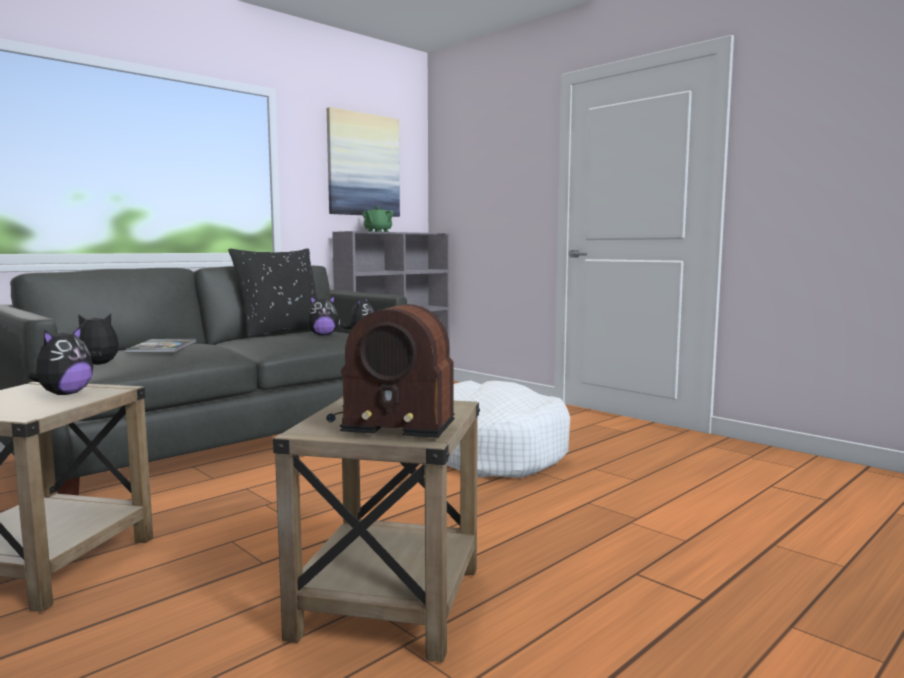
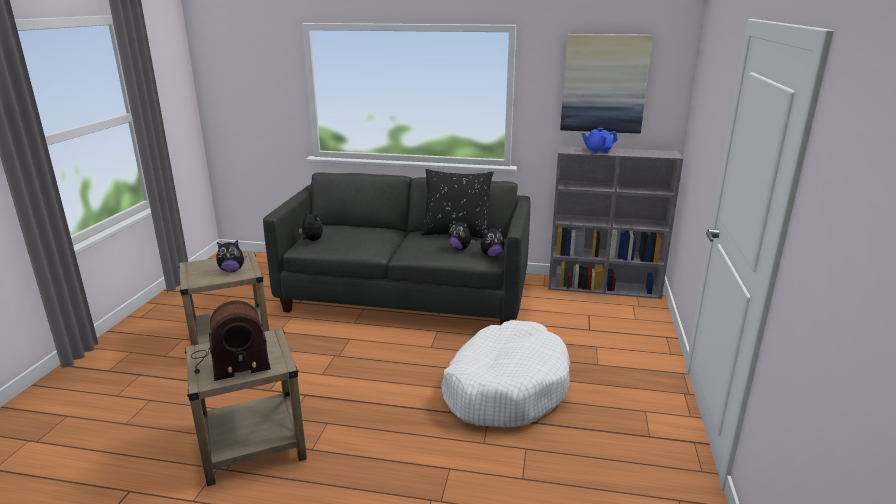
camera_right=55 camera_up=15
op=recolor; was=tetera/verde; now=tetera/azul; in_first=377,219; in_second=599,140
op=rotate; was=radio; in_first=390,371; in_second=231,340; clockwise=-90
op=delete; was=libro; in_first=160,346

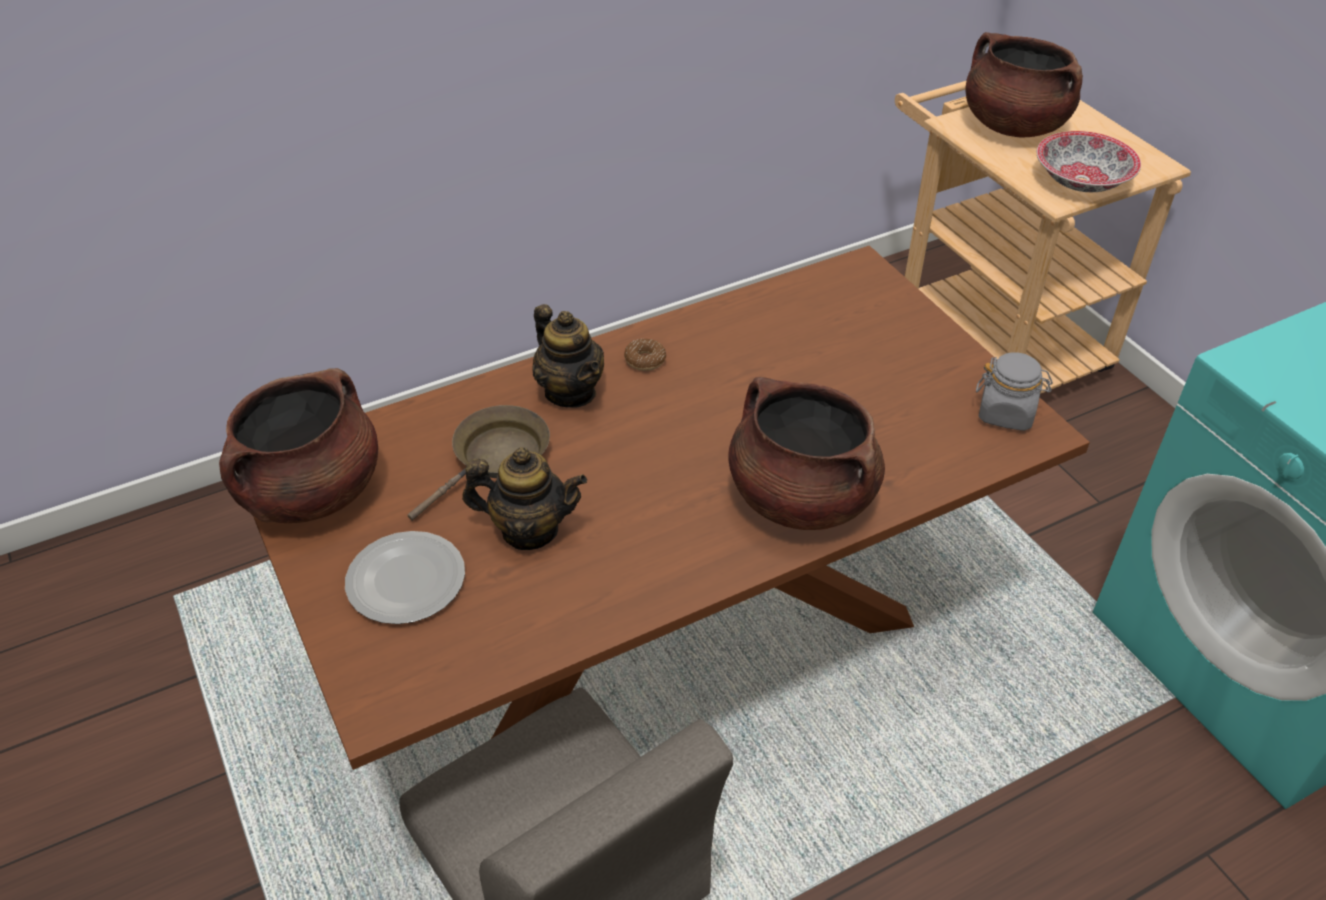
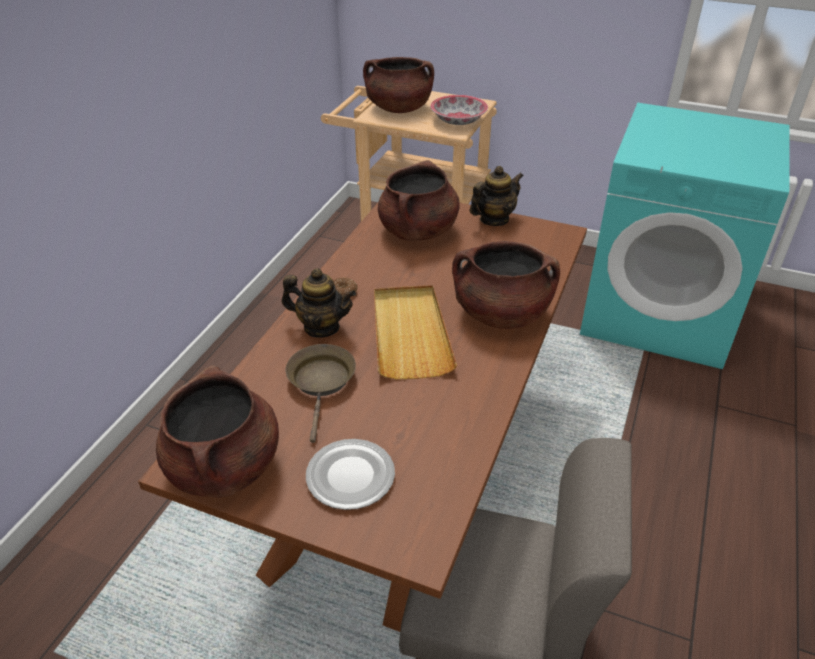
camera_right=-40 camera_up=-5
op=delete; was=tarro/gris; in_first=1014,391
op=move; was=tetera; in_first=524,498; in_second=497,196
op=insert; now=olla/marrón; in_second=419,200
op=insert; now=bandeja/beis; in_second=415,332

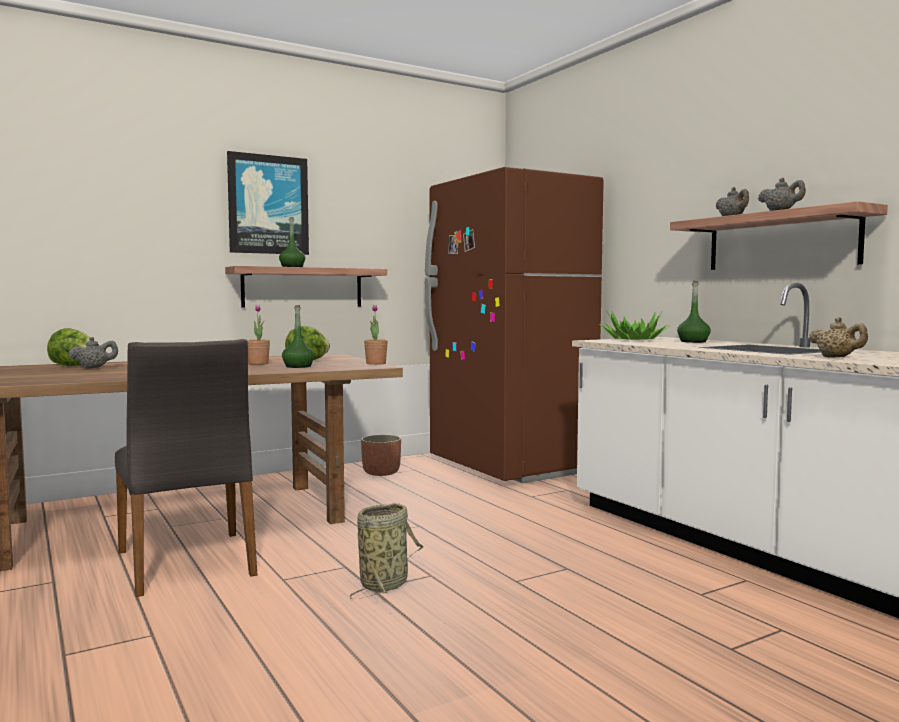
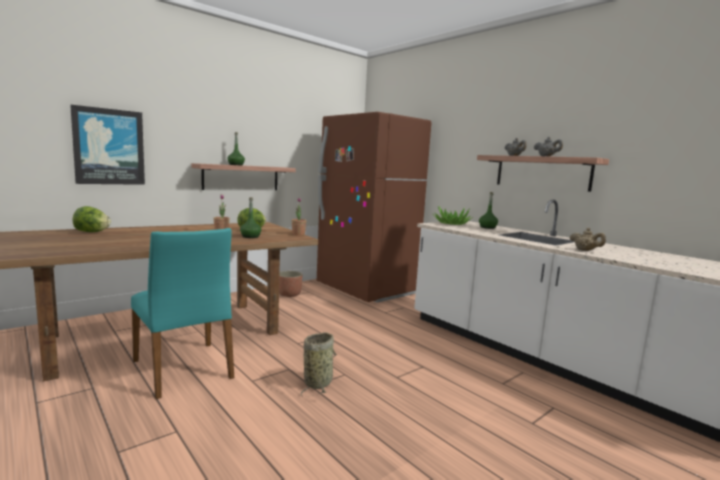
camera_right=-10 camera_up=5
op=move; was=cuadro; in_first=268,203; in_second=107,145
op=delete; was=tetera/gris; in_first=93,353
op=recolor; was=silla/gris; now=silla/turquesa; in_first=186,468; in_second=182,313

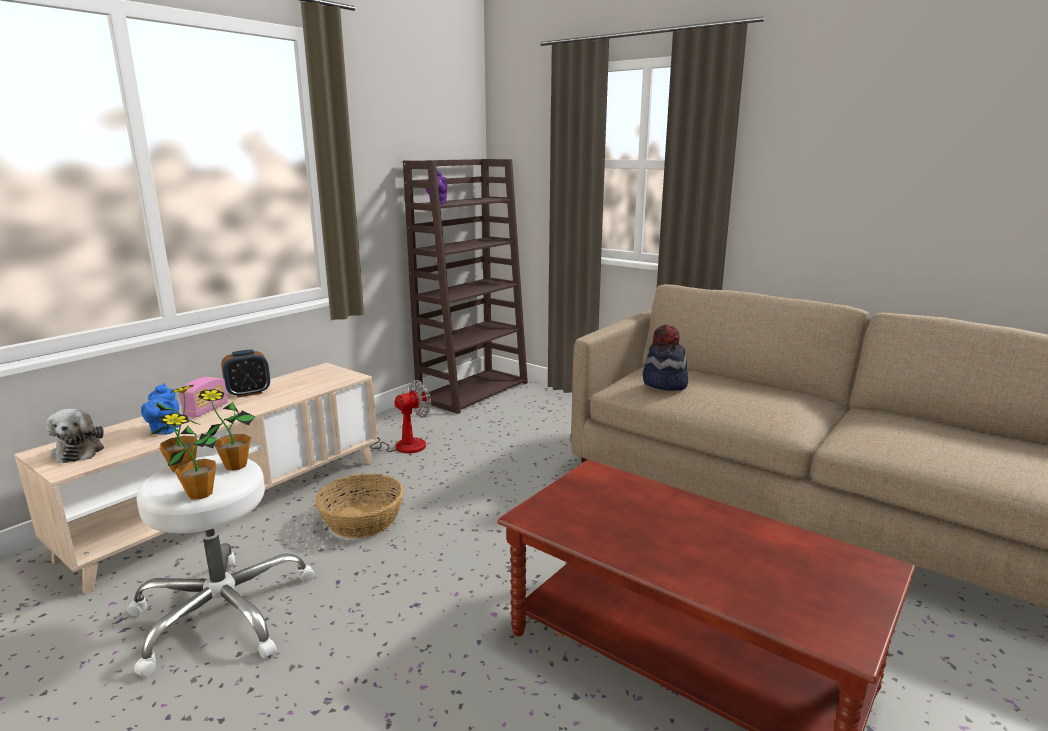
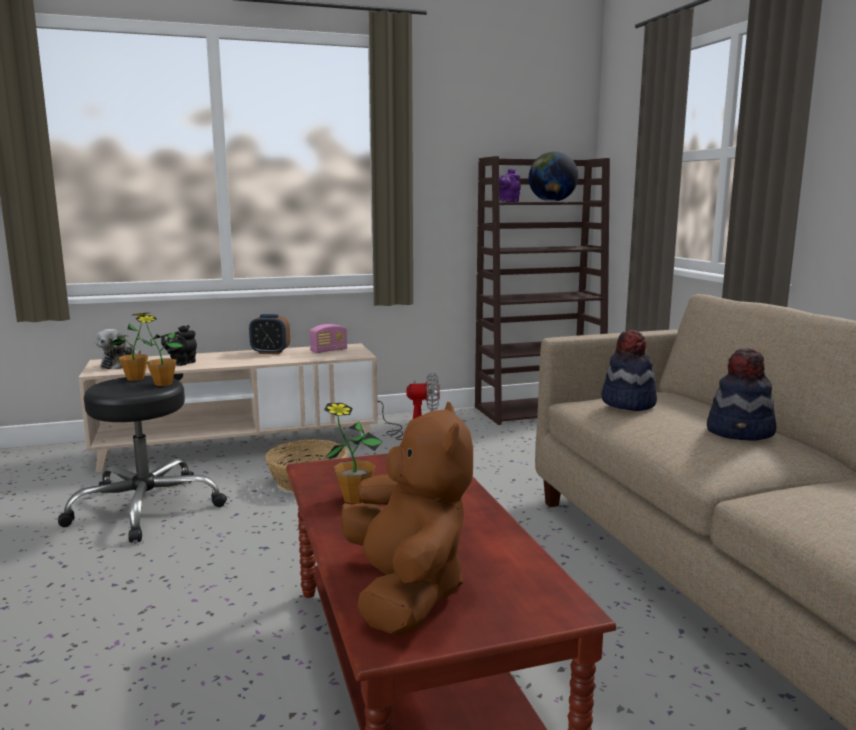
camera_right=35 camera_up=-5
op=move; was=radio; in_first=203,397; in_second=328,338
op=recolor; was=tetera/azul; now=tetera/negro; in_first=160,409; in_second=179,345
op=move; was=planta en maceta; in_first=188,456; in_second=353,453
op=recolor; was=taburete/blanco; now=taburete/negro; in_first=221,566; in_second=142,459
op=insert; now=globo terráqueo; in_second=553,177
op=insert; now=sombrero; in_second=741,394
op=insert; now=peluche/marrón; in_second=407,518

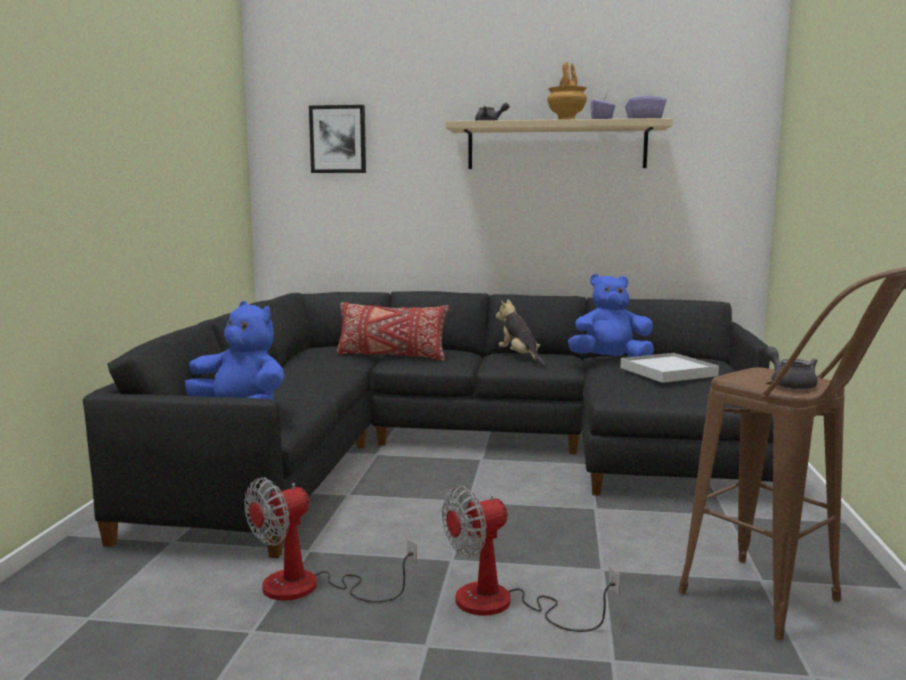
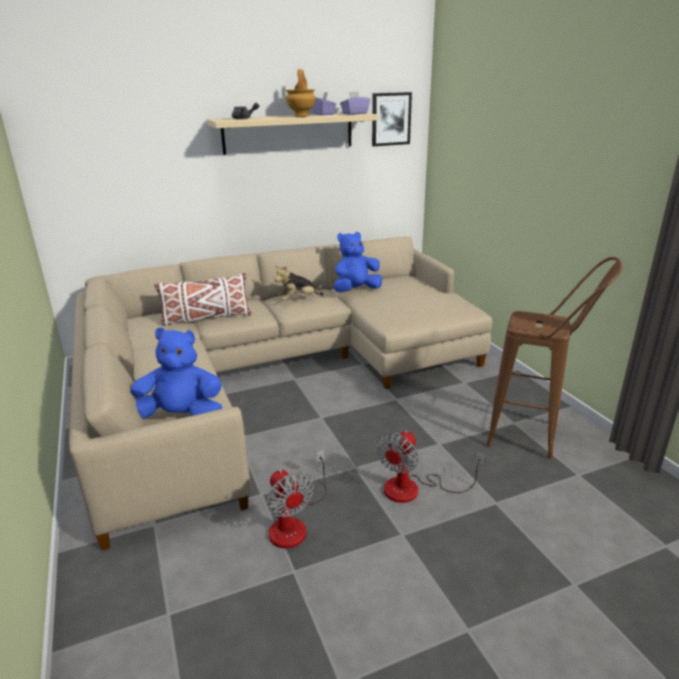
camera_right=-30 camera_up=15
op=move; was=cuadro; in_first=337,139; in_second=392,119
op=recolor; was=sofá/negro; now=sofá/beis; in_first=428,424; in_second=281,394
op=rotate; was=peluche; in_first=520,332; in_second=299,283; clockwise=-60
op=recolor; was=cojín/rojo; now=cojín/blanco; in_first=392,331; in_second=203,299
op=delete; was=tetera/gris; in_first=791,368
op=delete; was=bandeja/blanco; in_first=670,368
op=rotate; was=ventilador; in_first=330,540; in_second=297,499; clockwise=-45

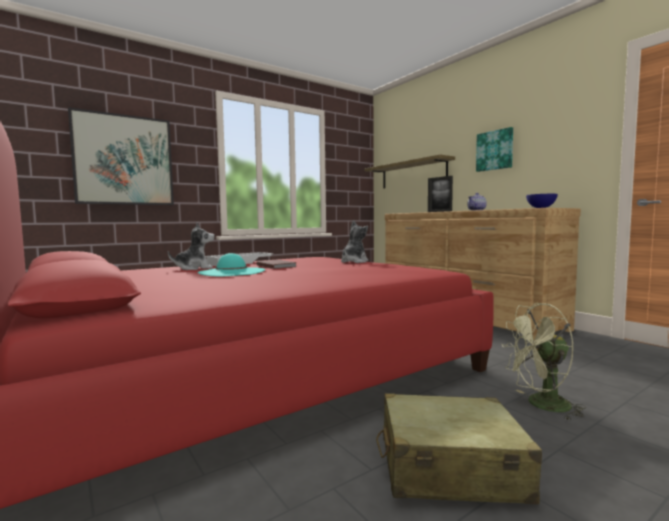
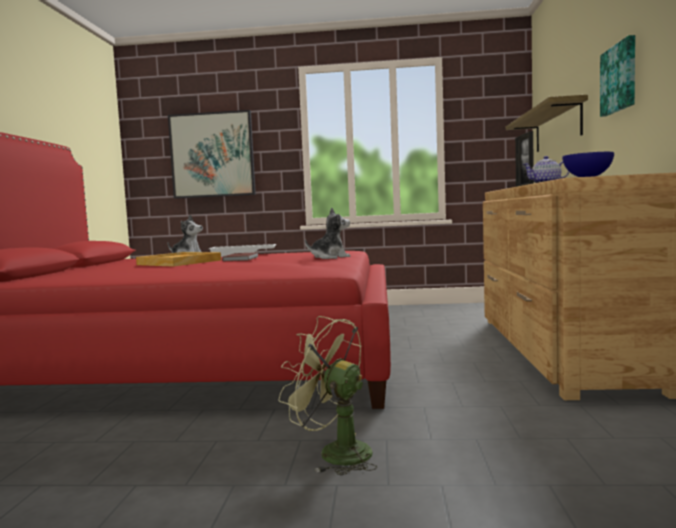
camera_right=40 camera_up=0
op=replace; was=sombrero/turquesa; now=bandeja/beis; in_first=231,264; in_second=178,259
op=delete; was=maleta/beis; in_first=459,448

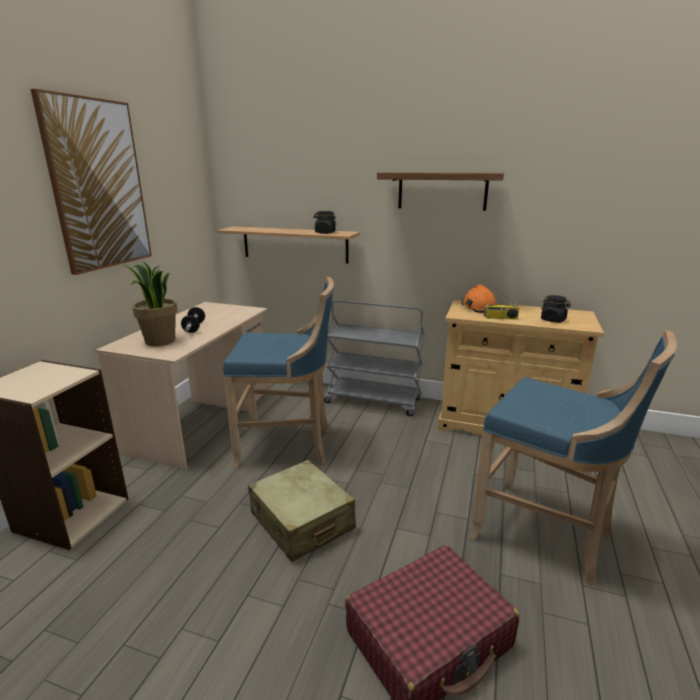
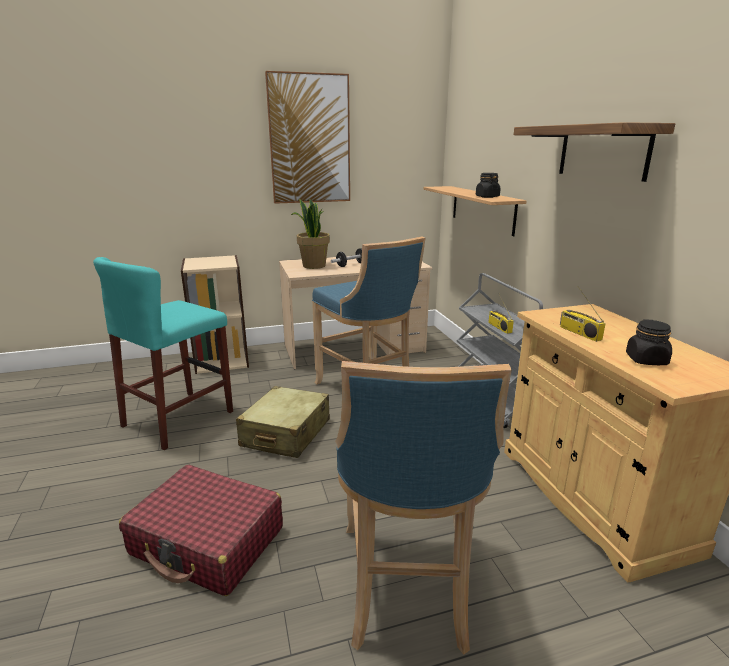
camera_right=55 camera_up=0
op=delete; was=casco/naranja; in_first=479,298
op=insert; now=taburete/turquesa; in_second=163,353
op=insert; now=radio; in_second=501,318

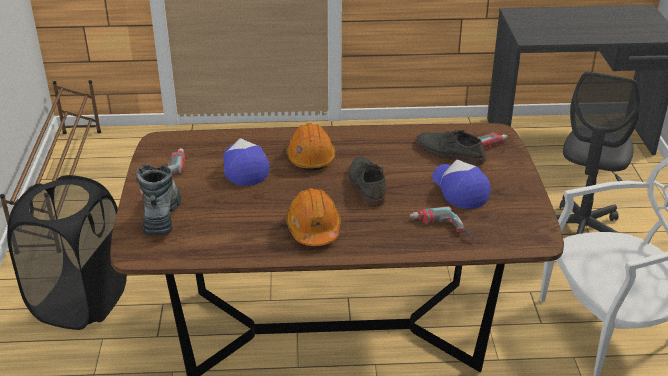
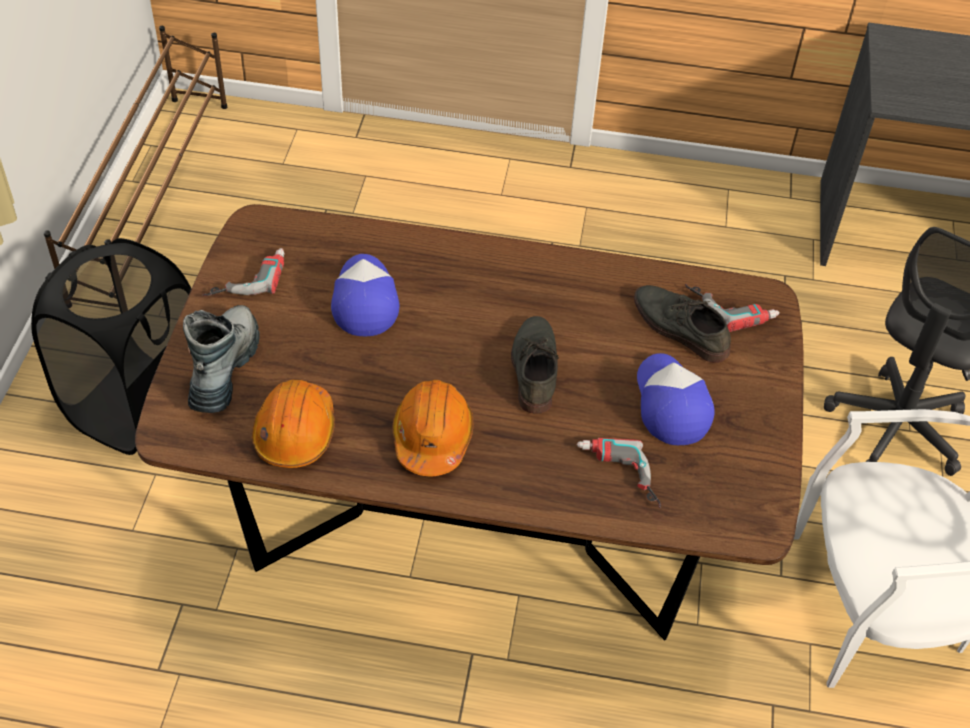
camera_right=10 camera_up=15
op=move; was=casco/naranja; in_first=311,147; in_second=293,423

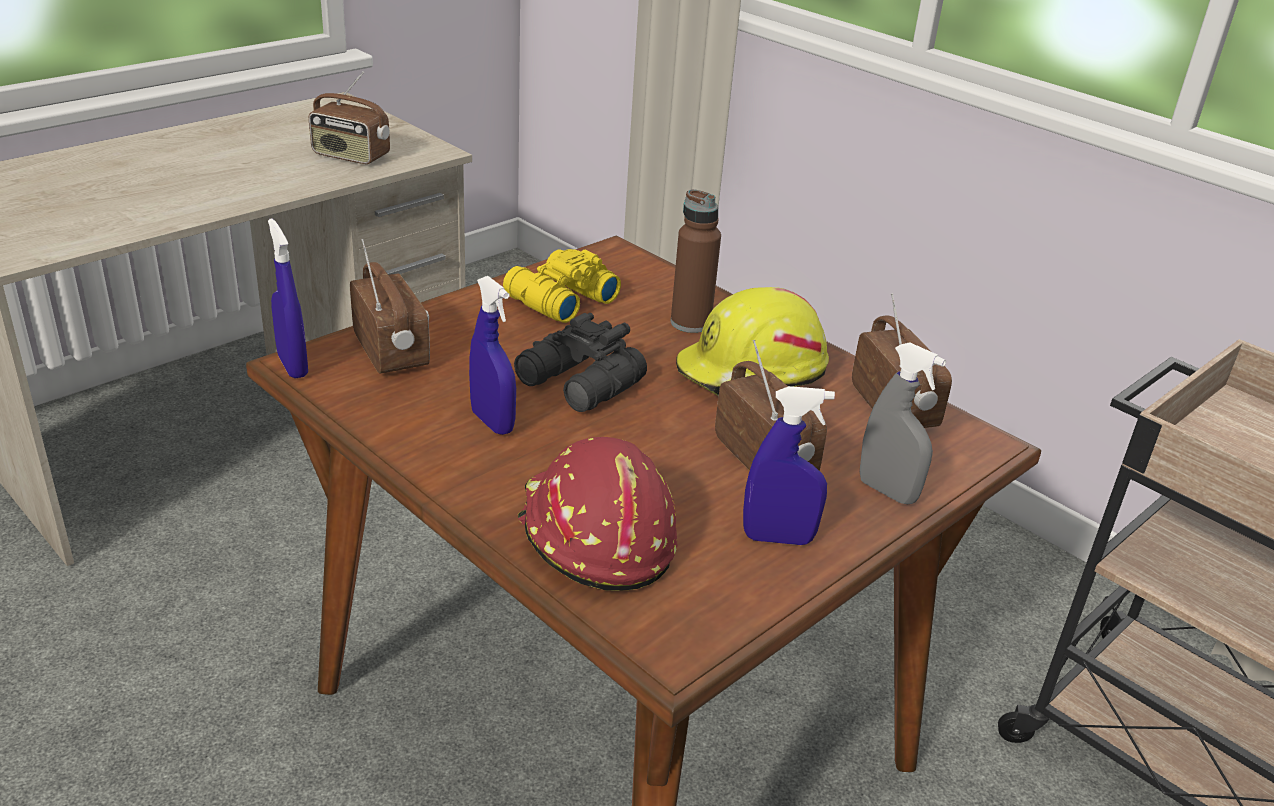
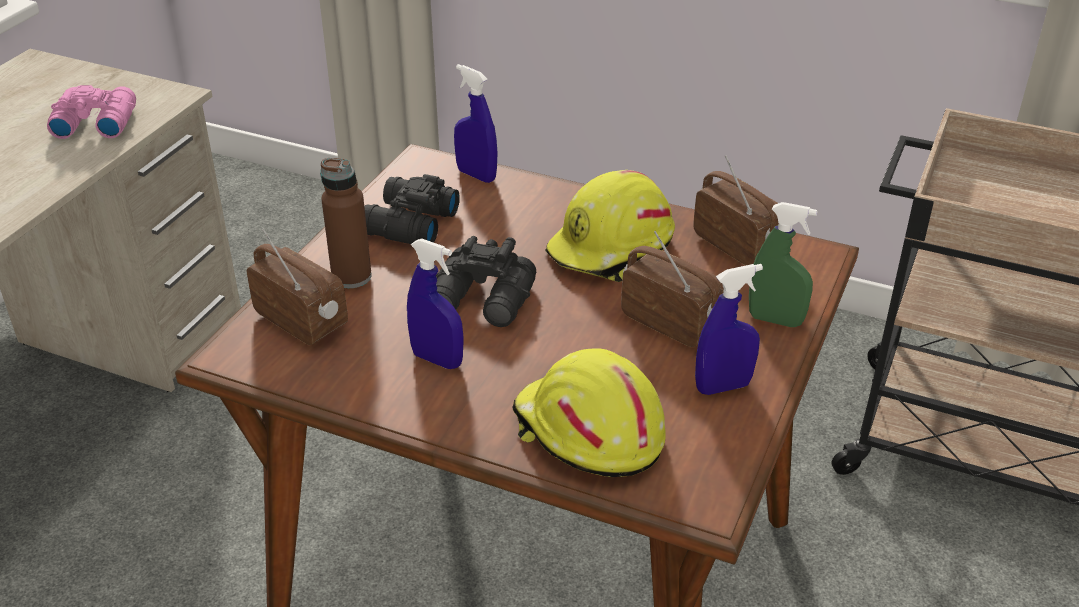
camera_right=-20 camera_up=5
op=replace; was=radio; now=prismáticos/rosa; in_first=349,117; in_second=91,112
op=move; was=botella/marrón; in_first=696,261; in_second=346,223
op=move; was=pulverizador/azul; in_first=288,299; in_second=476,123
op=recolor; was=prismáticos/amarillo; now=prismáticos/negro; in_first=562,286; in_second=412,209
op=recolor; was=pulverizador/gris; now=pulverizador/verde; in_first=903,423; in_second=783,264
op=recolor; was=casco/rojo; now=casco/amarillo; in_first=597,514; in_second=589,412

